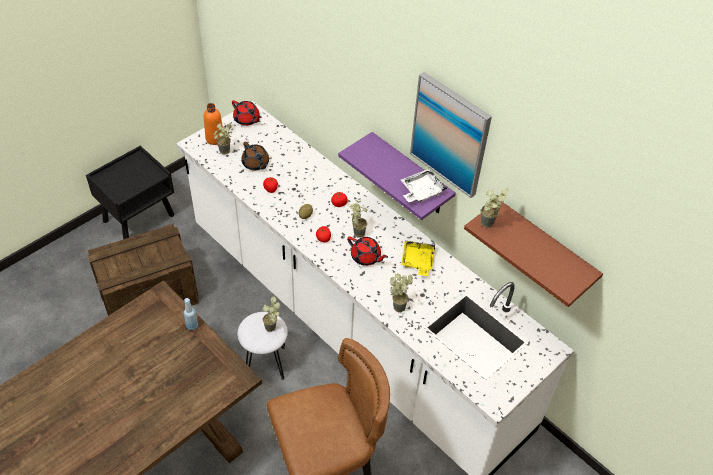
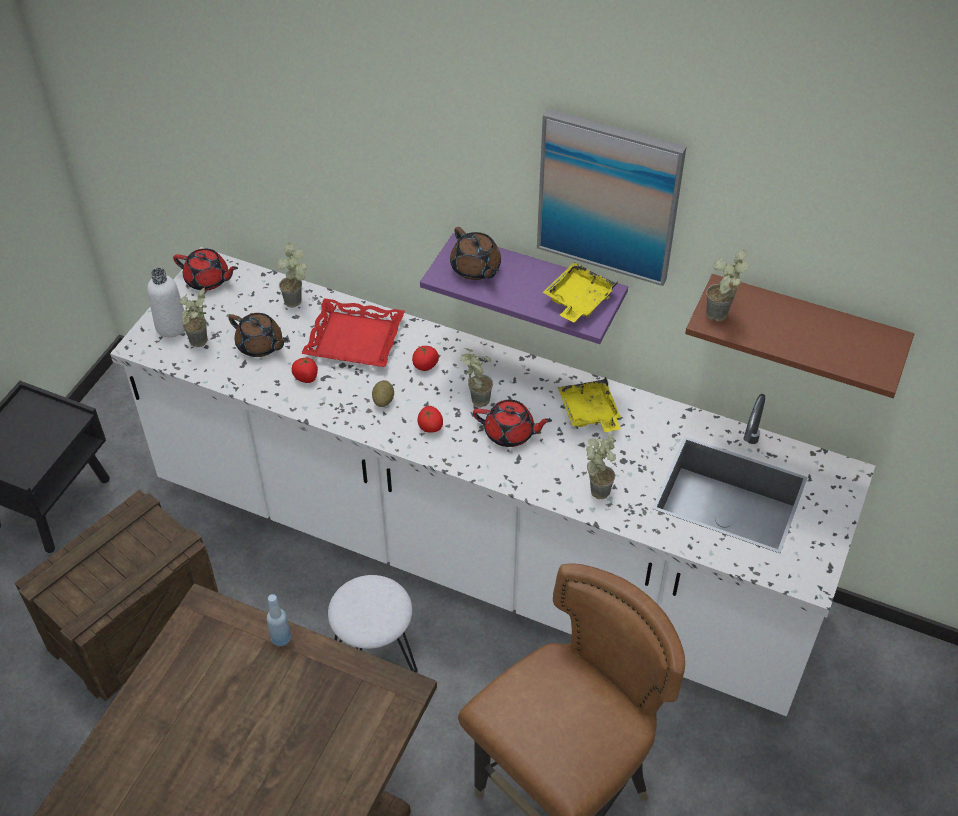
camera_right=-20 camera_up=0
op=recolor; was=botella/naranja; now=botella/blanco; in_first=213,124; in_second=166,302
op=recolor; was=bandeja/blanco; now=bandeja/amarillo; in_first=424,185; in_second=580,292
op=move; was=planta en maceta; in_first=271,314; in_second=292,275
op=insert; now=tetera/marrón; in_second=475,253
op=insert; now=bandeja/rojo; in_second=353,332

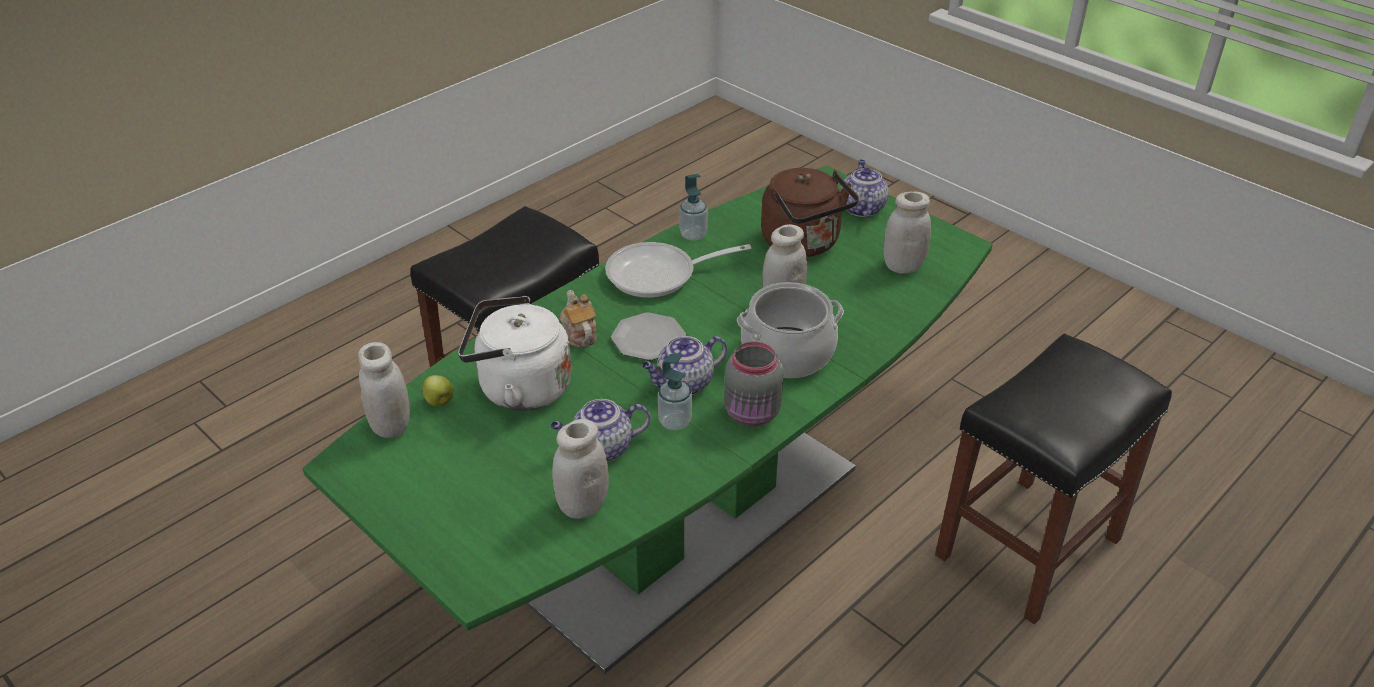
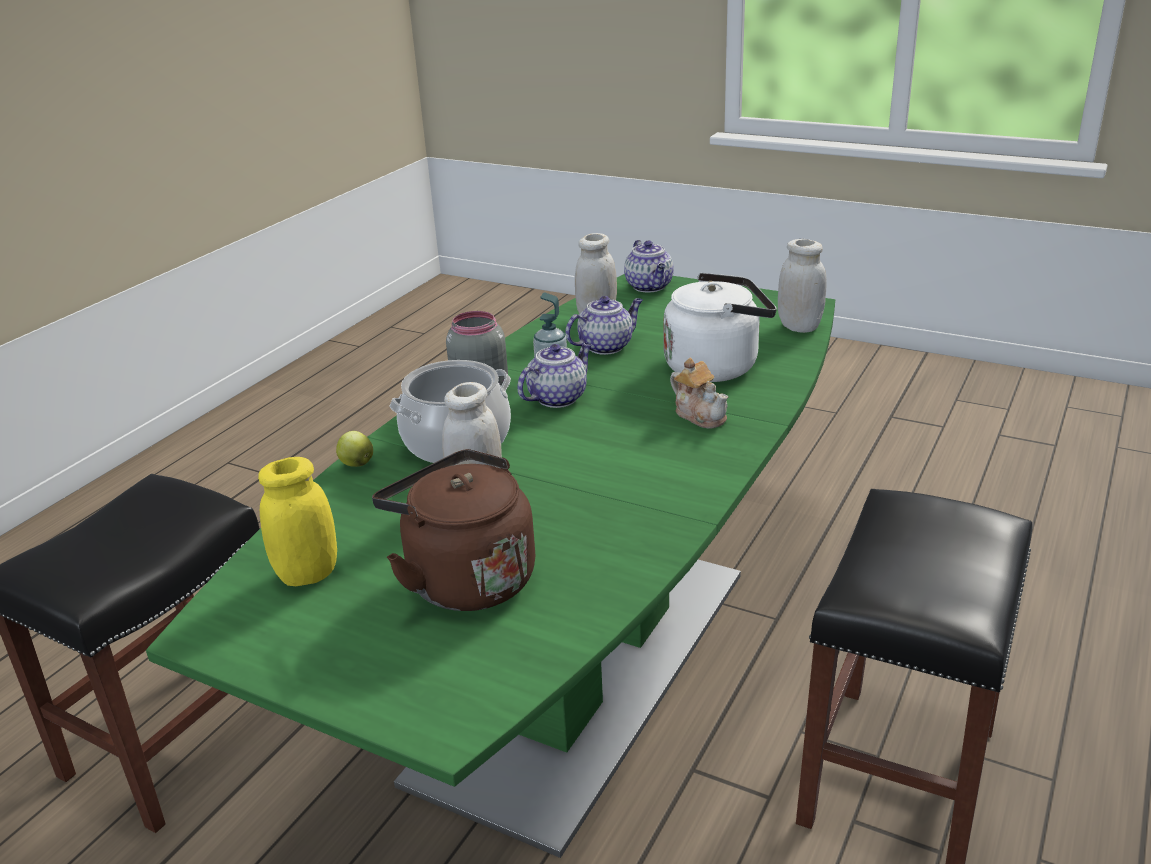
camera_right=165 camera_up=-10
op=move; was=tetera; in_first=864,188; in_second=649,266
op=delete; was=dispensador de jabón; in_first=693,207
op=recolor; was=tarro/blanco; now=tarro/amarillo; in_first=907,233; in_second=297,521
op=delete; was=sartén; in_first=678,270
op=delete; was=plato; in_first=648,336
op=move; was=manzana; in_first=438,390; in_second=354,449

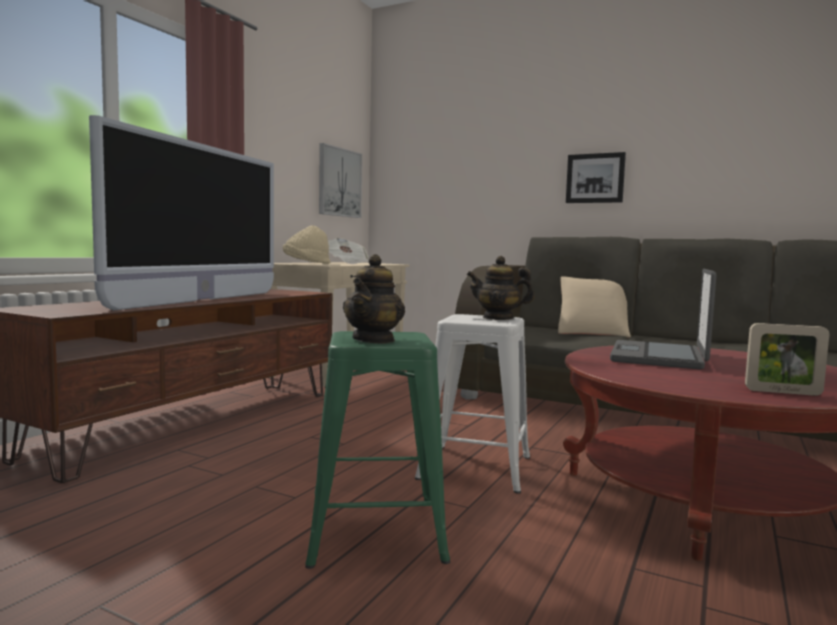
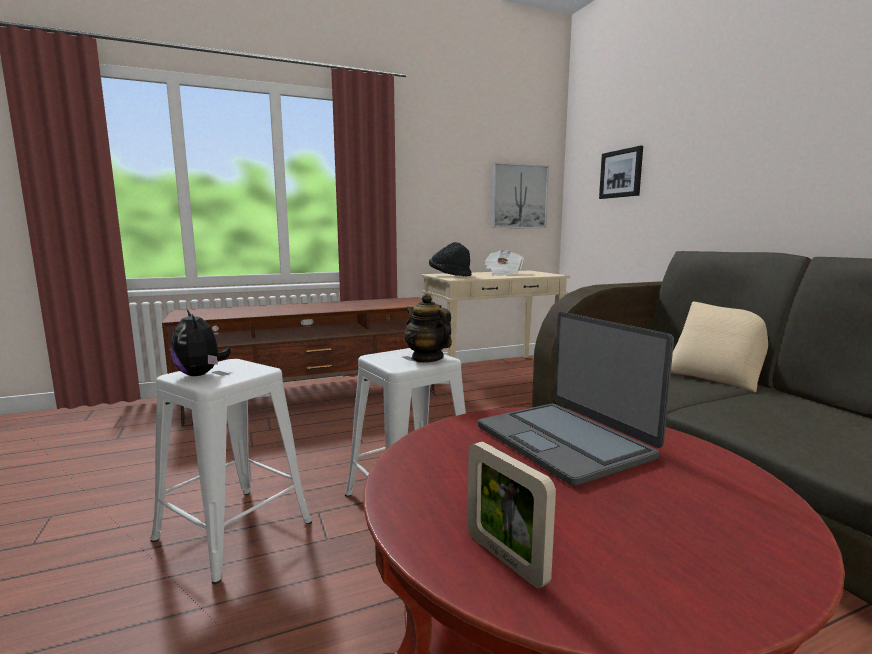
camera_right=40 camera_up=5
op=delete; was=televisor; in_first=181,213
op=move; was=cuadro; in_first=596,177; in_second=621,172
op=recolor; was=sombrero/beis; now=sombrero/negro; in_first=307,244; in_second=450,259
op=replace; was=tetera; now=peluche; in_first=374,299; in_second=201,343
op=rotate; was=portátil; in_first=663,319; in_second=576,399; clockwise=-90
op=recolor; was=taburete/verde; now=taburete/blanco; in_first=377,450; in_second=231,472

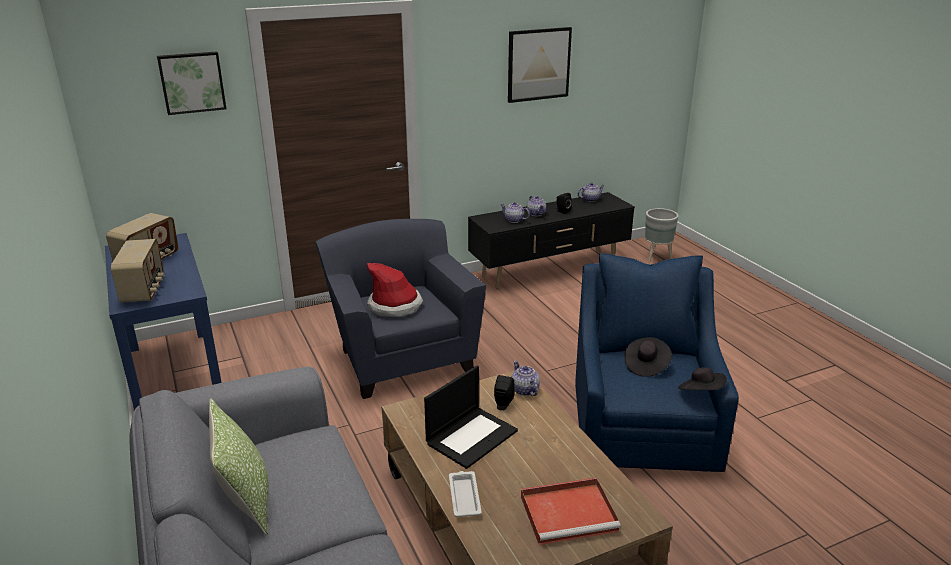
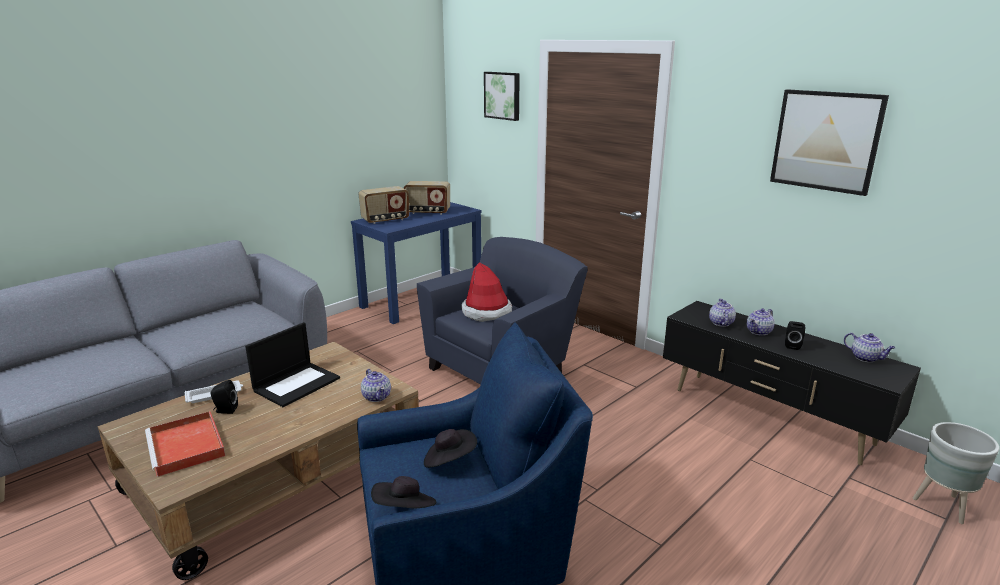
camera_right=70 camera_up=-5
op=rotate; was=tetera; in_first=525,378; in_second=376,385; clockwise=105
op=rotate; was=portátil; in_first=471,417; in_second=292,364; clockwise=-75
op=move; was=altavoz/negro; in_first=504,392; in_second=224,397
op=delete; was=cojín; in_first=239,466

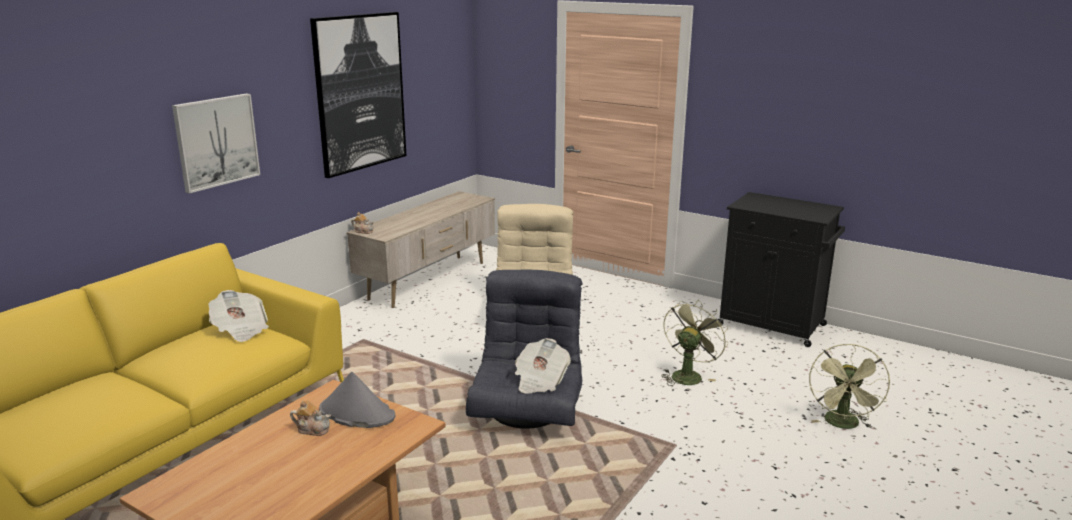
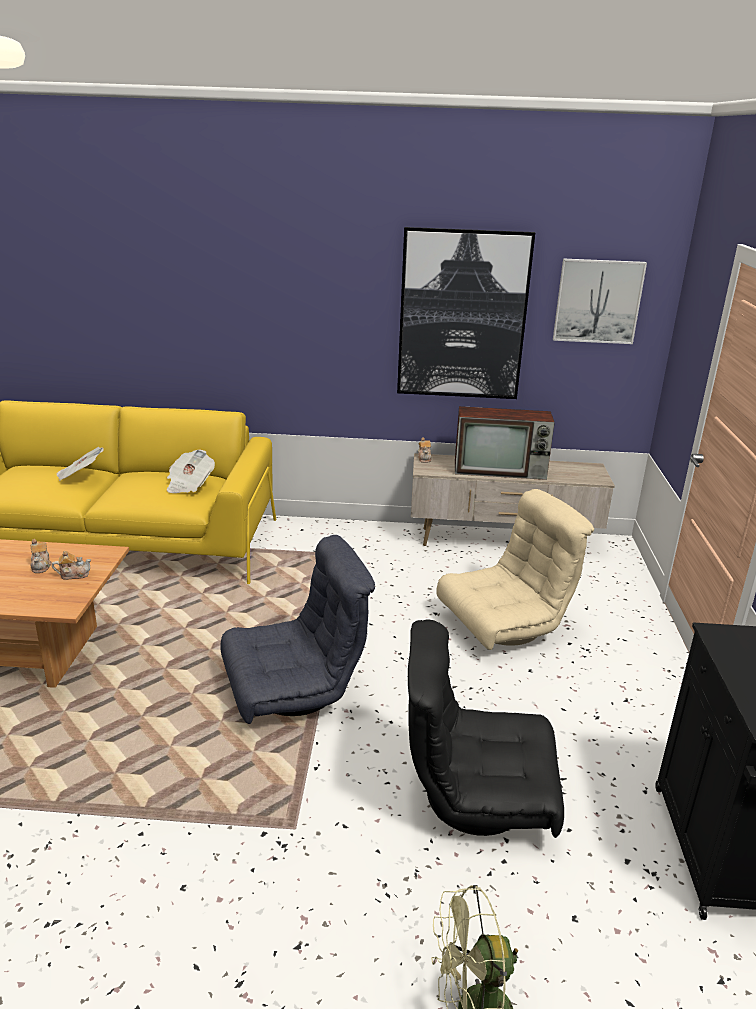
camera_right=60 camera_up=5
op=move; was=cuadro; in_first=216,143; in_second=600,301
op=replace; was=ventilador/verde; now=sillón/negro; in_first=694,343; in_second=486,729
op=move; was=periódico; in_first=543,366; in_second=80,464
op=replace; was=sombrero/gris; now=tetera; in_first=357,400; in_second=71,565
op=insert; now=televisor; in_second=505,443

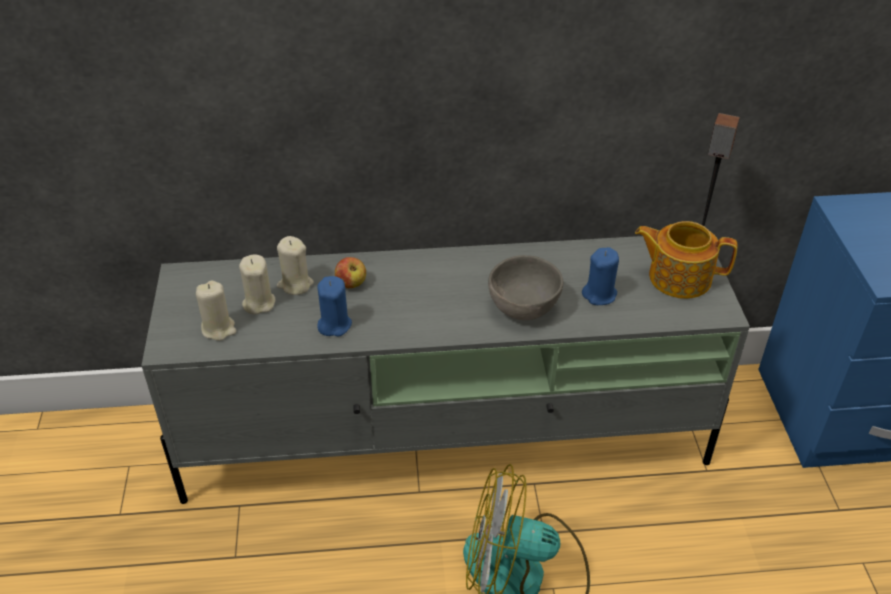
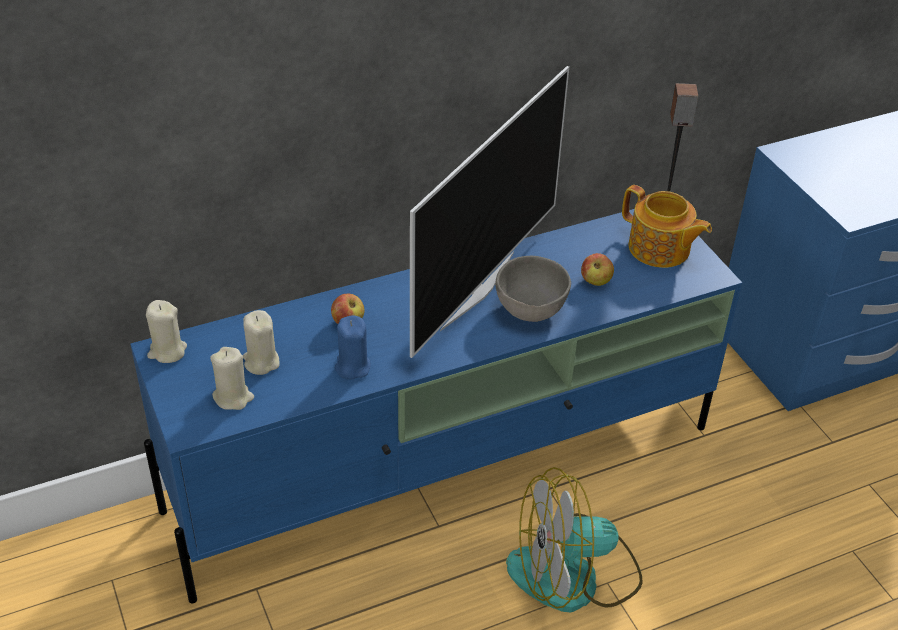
camera_right=-20 camera_up=0
op=rotate; was=tetera; in_first=686,260; in_second=667,226; clockwise=-135
op=recolor; was=mueble de televisión/gris; now=mueble de televisión/azul; in_first=445,370; in_second=436,406
op=move; was=vela/beis; in_first=295,265; in_second=166,331
op=replace; was=vela/azul; now=manzana; in_first=600,276; in_second=597,269
op=insert; now=televisor; in_second=489,212

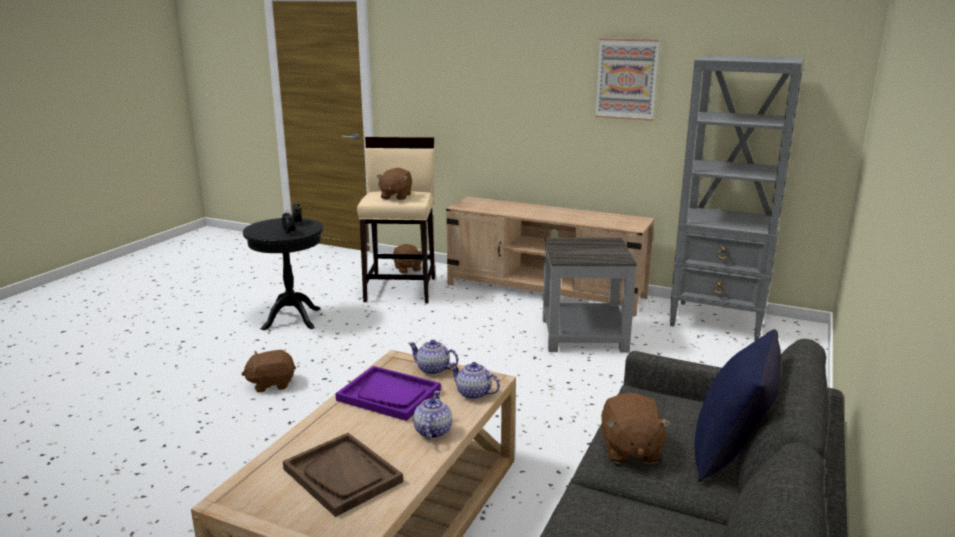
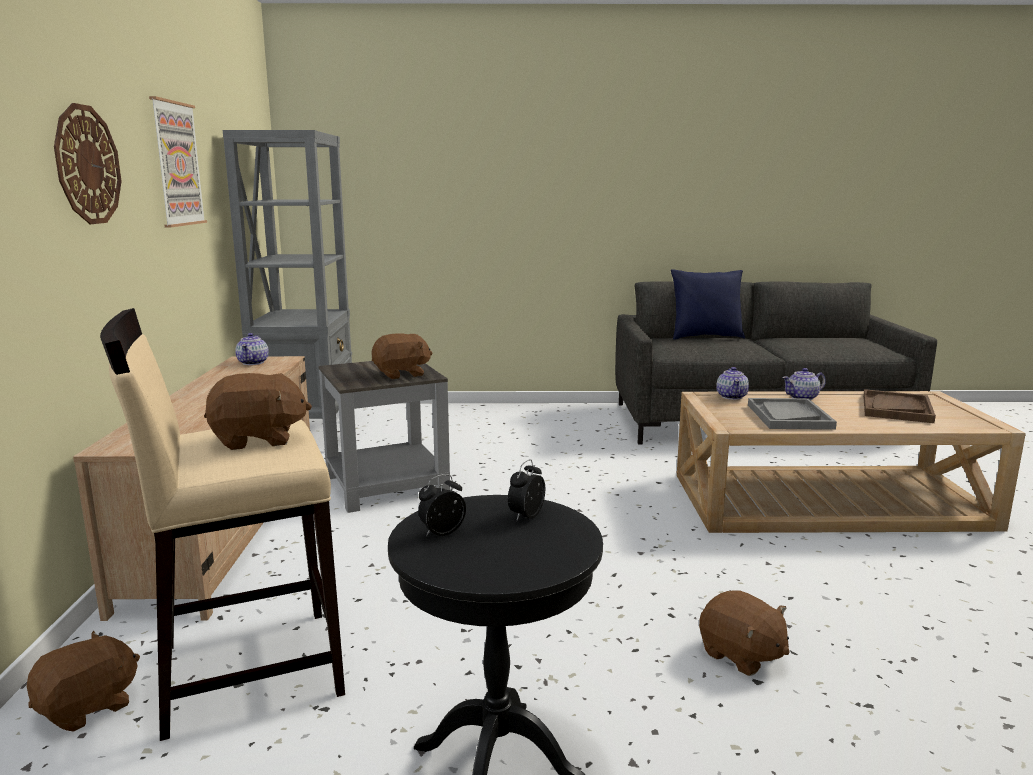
camera_right=-115 camera_up=-5
op=move; was=tetera; in_first=433,357; in_second=252,349
op=recolor; was=bandeja/morado; now=bandeja/gris; in_first=388,393; in_second=792,414
op=move; was=peluche/marrón; in_first=636,428; in_second=401,356
op=insert; now=reloj de pared; in_second=87,163

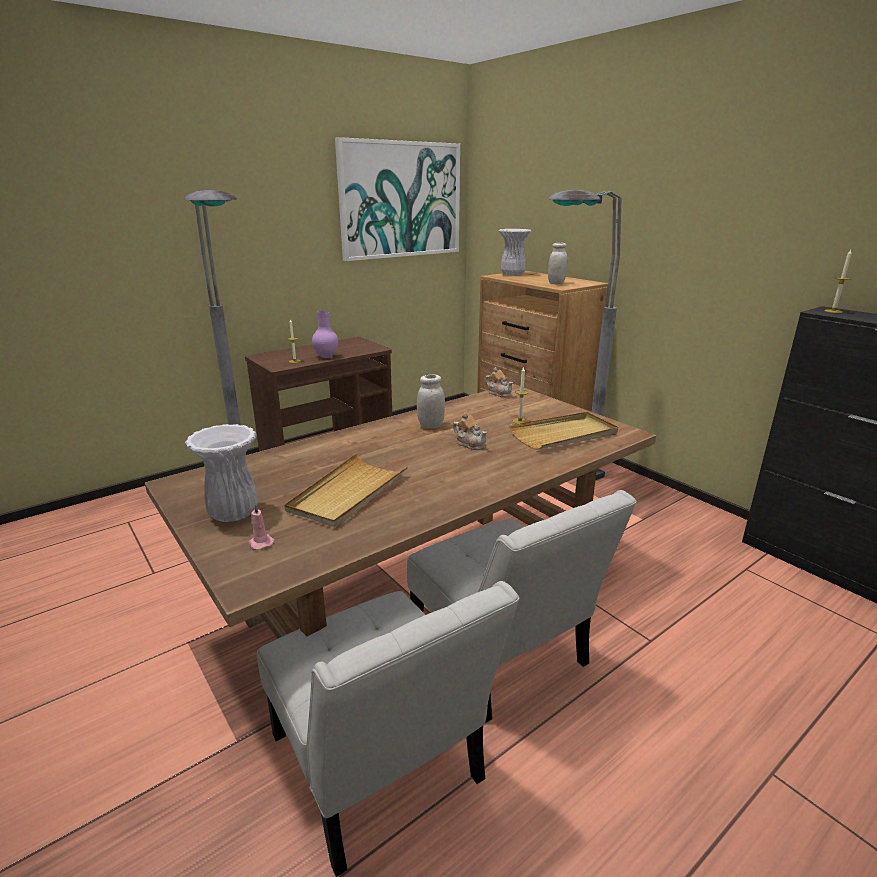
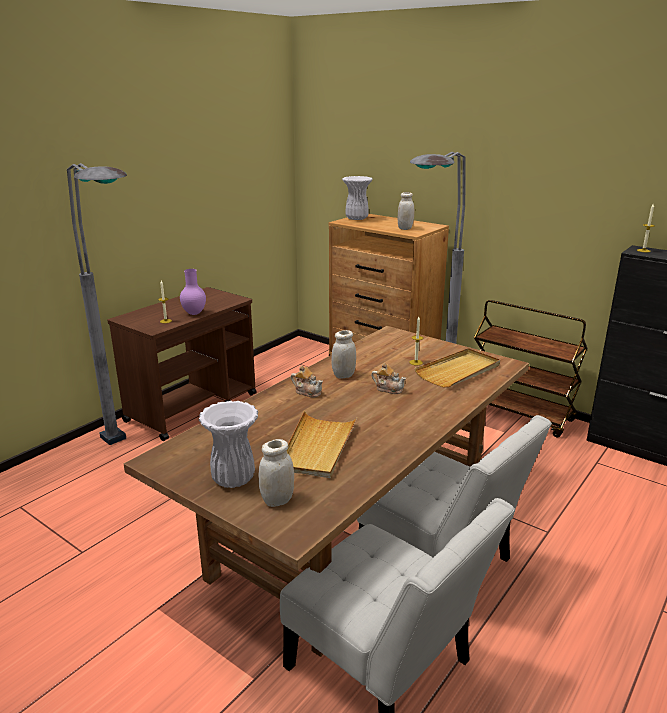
camera_right=-15 camera_up=0
op=delete; was=cuadro; in_first=397,199
op=move; was=tetera; in_first=499,382; in_second=307,381
op=replace; was=vela/rosa; now=tarro/blanco; in_first=261,527; in_second=276,473
op=insert; now=carrito/marrón; in_second=530,369

